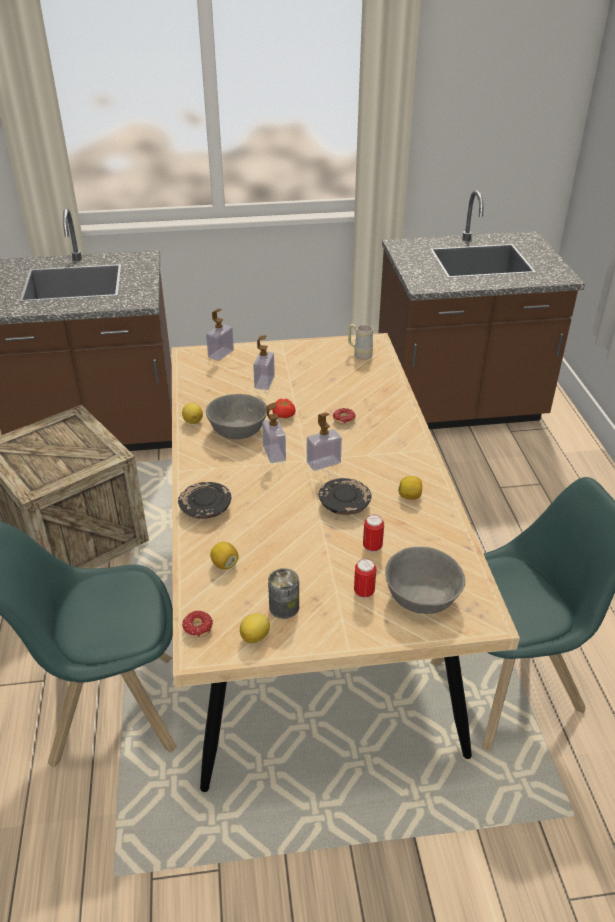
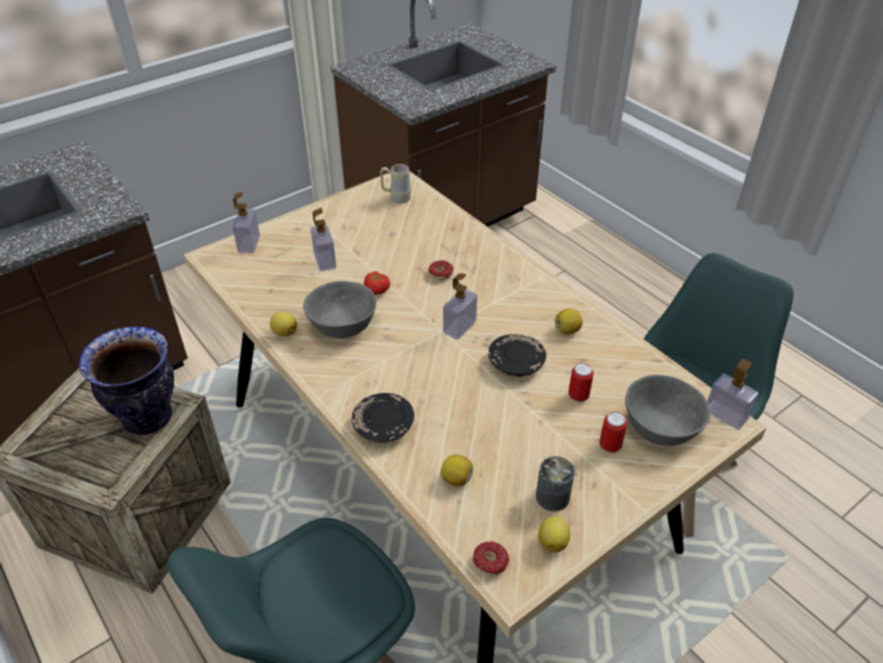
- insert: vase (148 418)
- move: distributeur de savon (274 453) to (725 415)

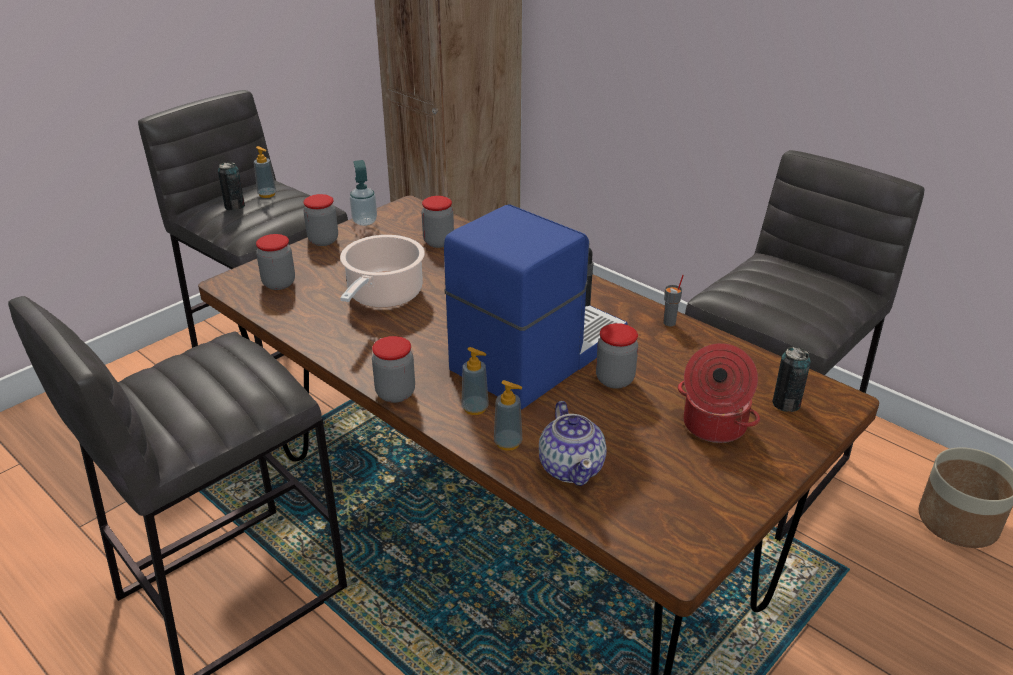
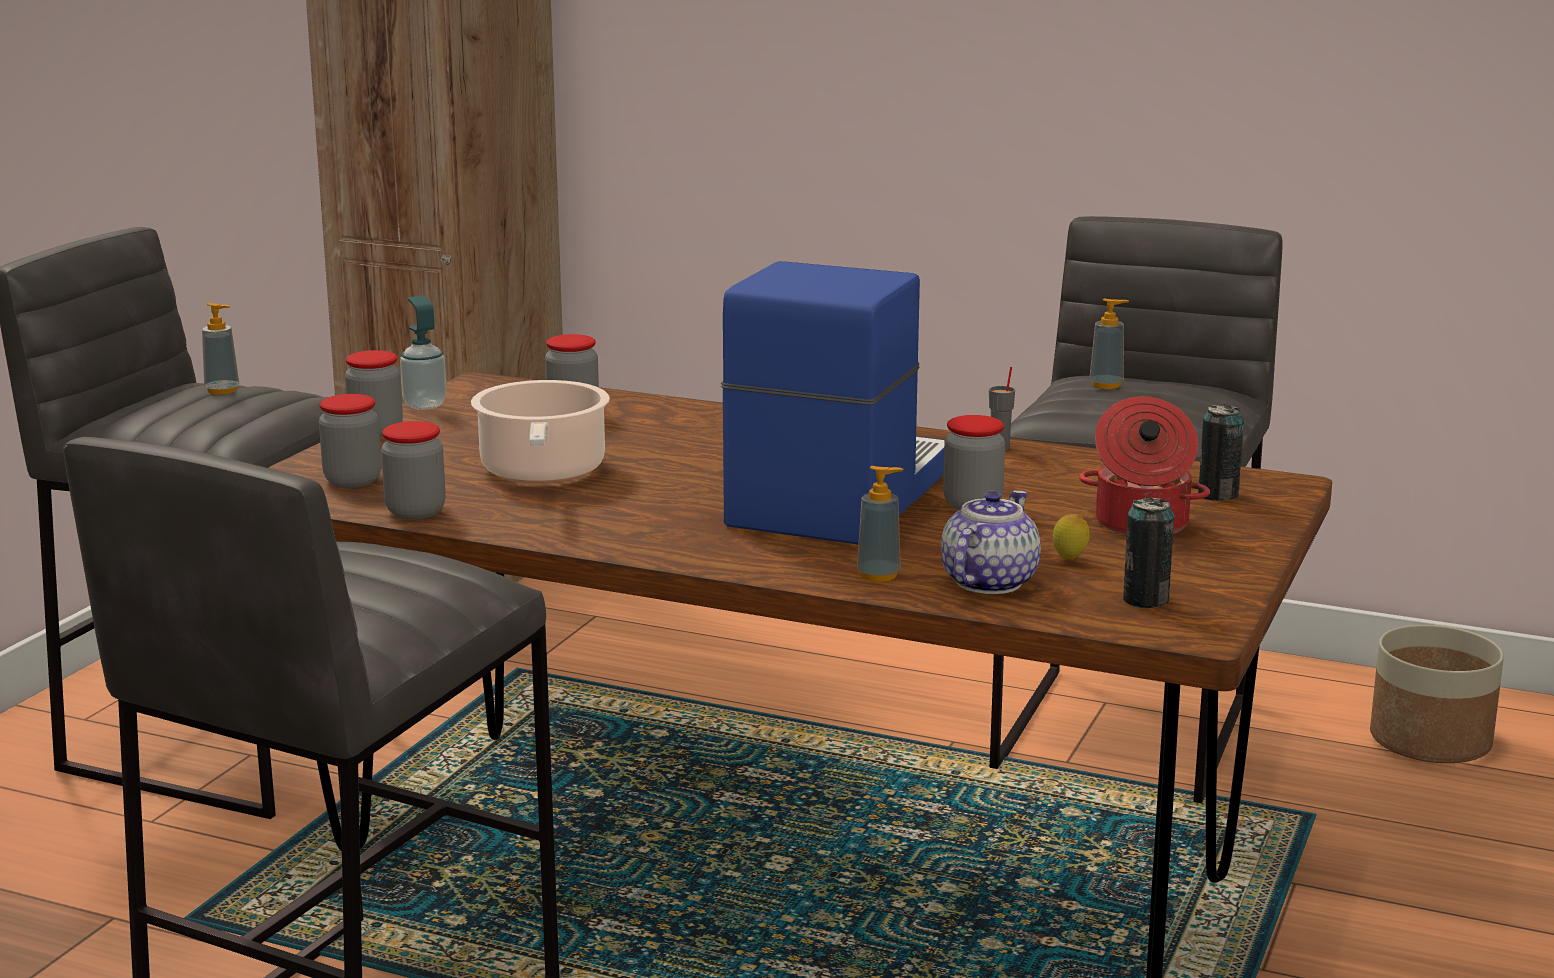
- insert: citron (1069 560)
- move: boîte métallique (235 206) to (1145 600)
- move: bocal (395 393) to (415 511)
- move: distributeur de savon (475 408) to (1106 385)
- rotate: théière (571 467) = (987 582) 120 degrees counterclockwise

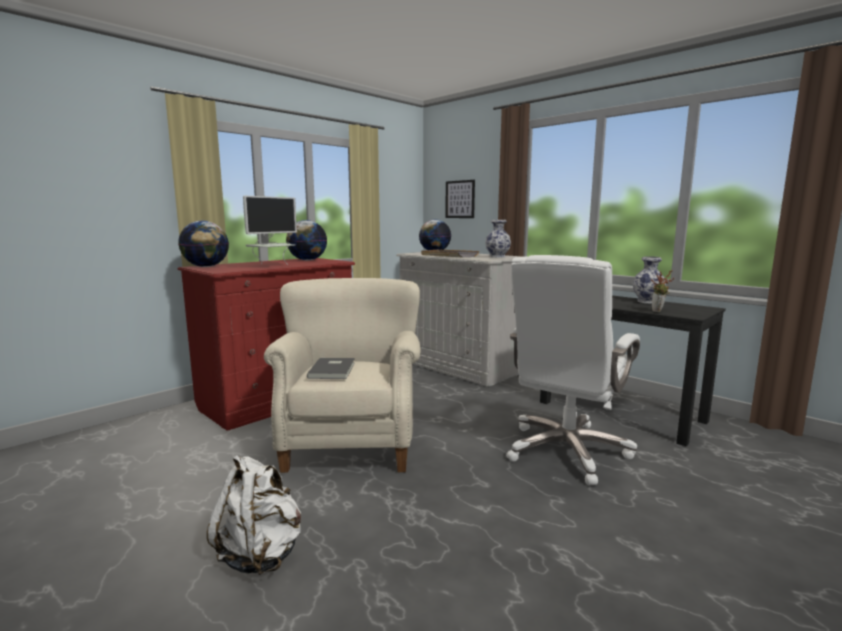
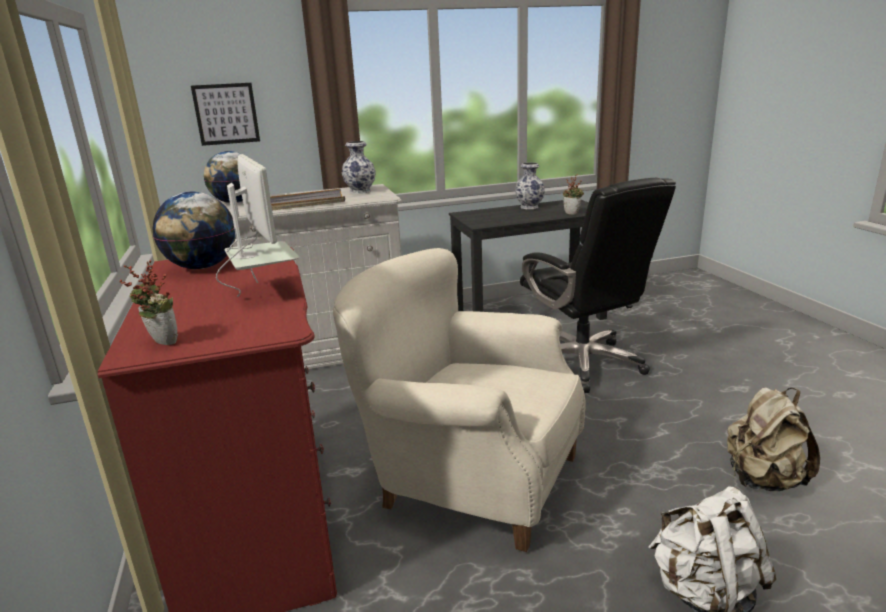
- delete: livre (gris) (333 370)
- insert: sac à dos (beige) (763 480)
- replace: globe (206 266) to plante en pot (160 343)
- recolor: chaise de bureau (blanc) (566 450) to chaise de bureau (noir) (583 363)

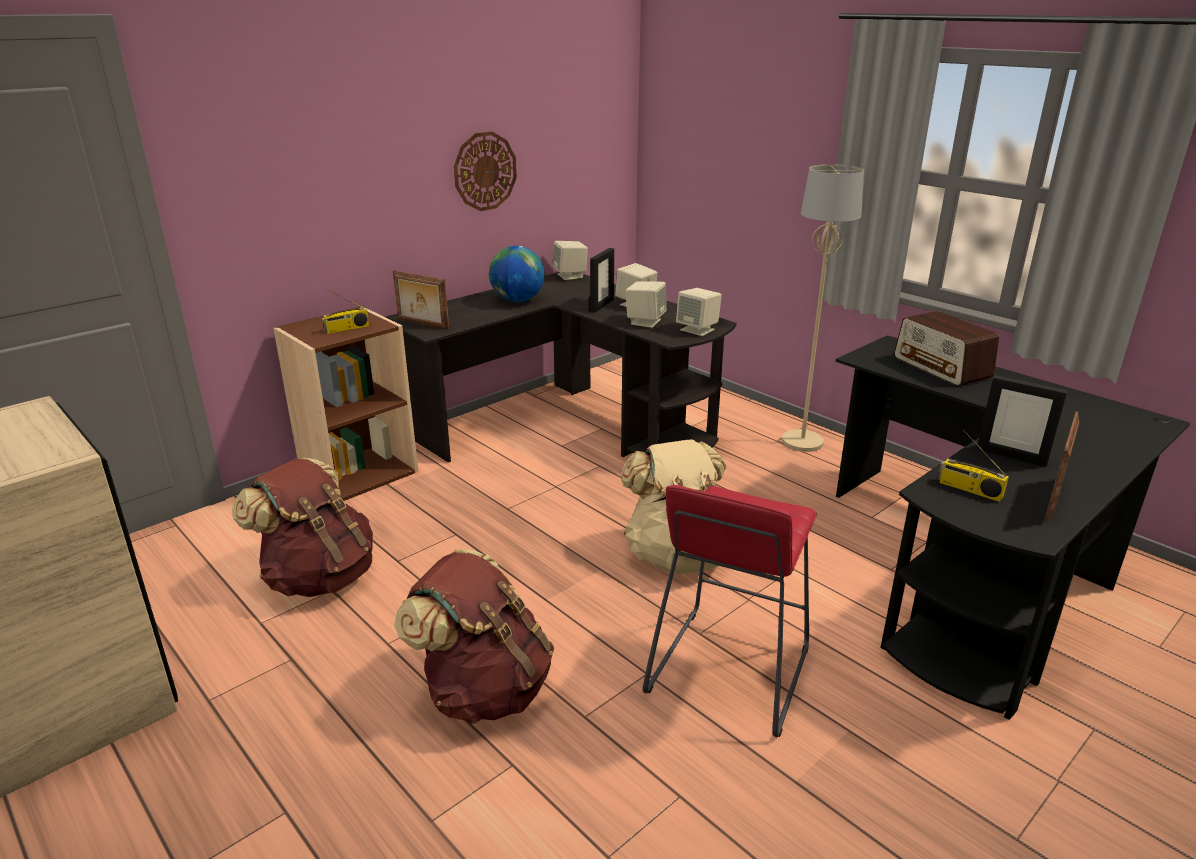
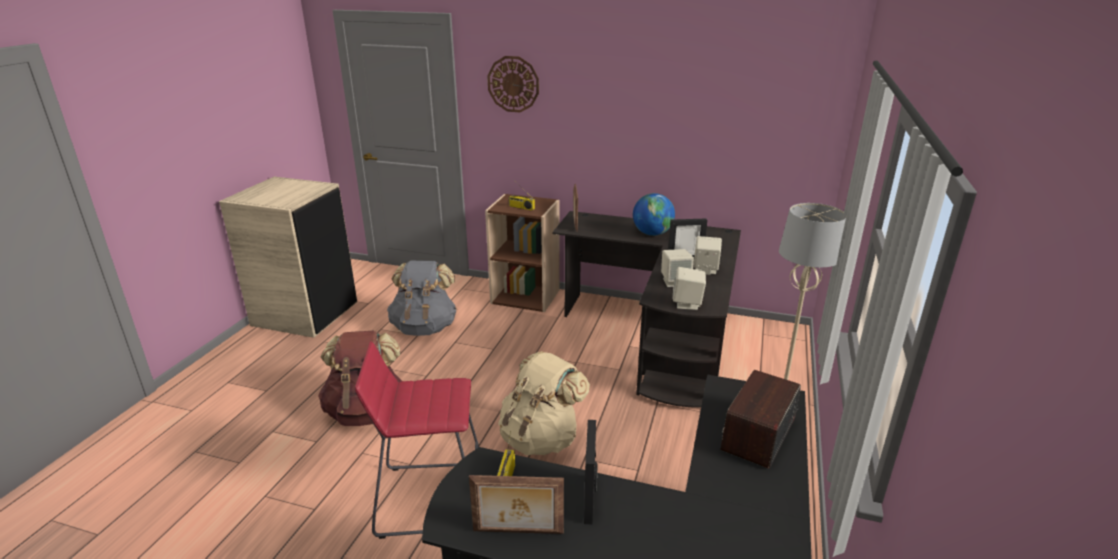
- delete: enceinte (beige) (570 276)
- move: horloge murale (485 171) to (513 84)
- recolor: sac à dos (marron) (319 577) to sac à dos (gris) (425 327)

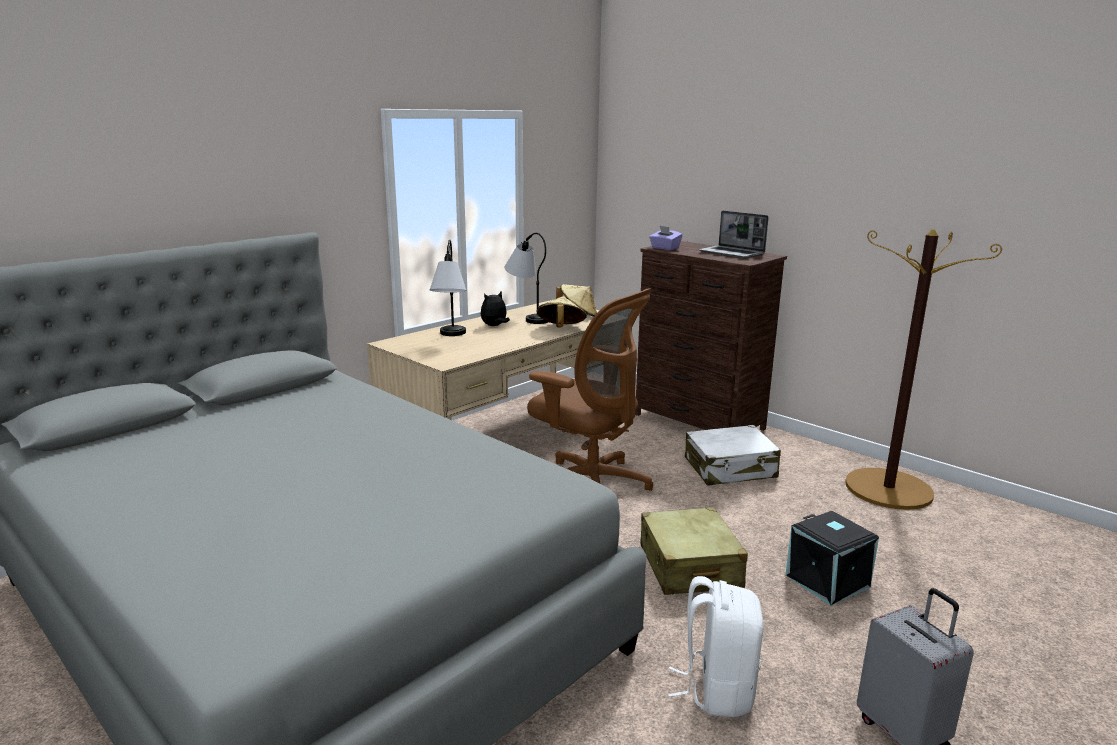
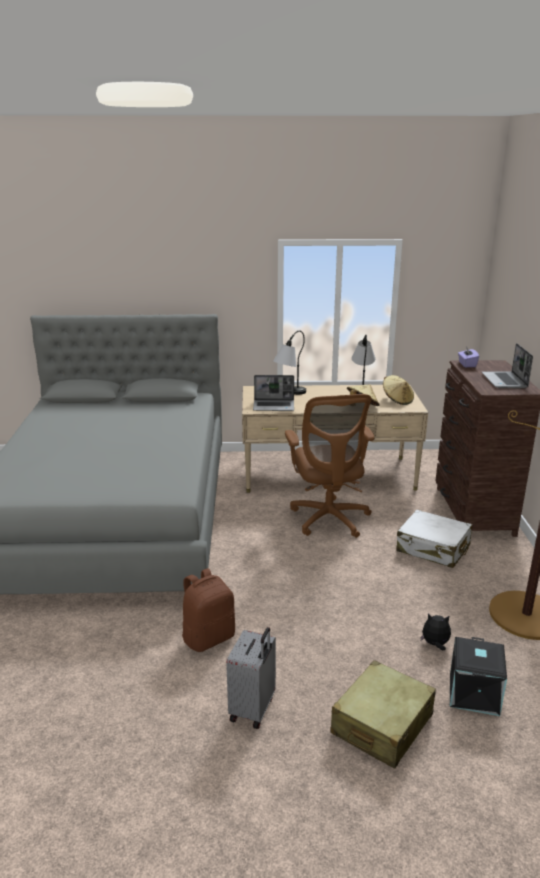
- insert: ordinateur portable (274 406)
- move: peluche (494 326) to (435 644)
- move: valise (beige) (689 567) to (381 724)
- move: boîte de rangement (noir) (828 581) to (475 694)
- recolor: sac à dos (blanc) (716 689) to sac à dos (marron) (208 637)

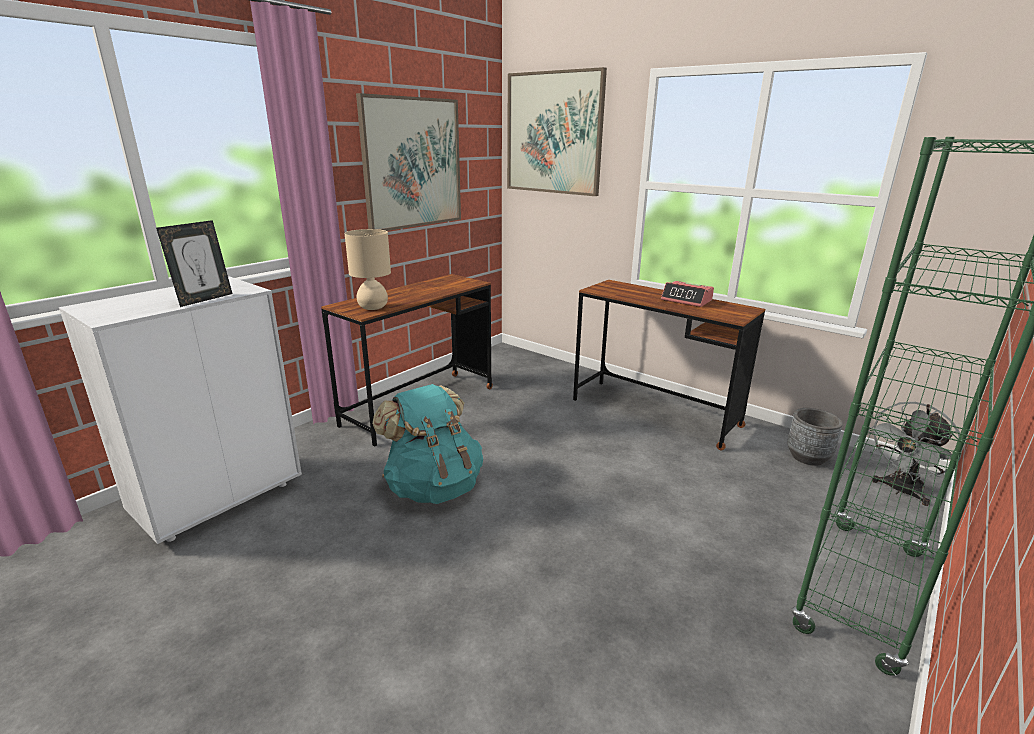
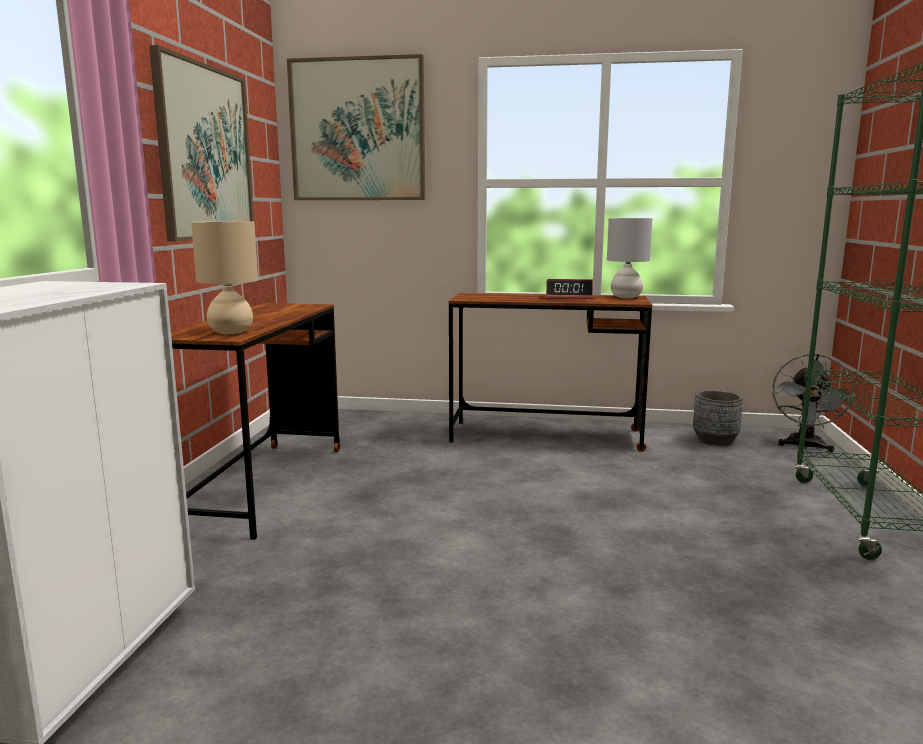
- delete: cadre photo (204 299)
- delete: sac à dos (turquoise) (433 487)
- insert: lampe de table (gris) (626 297)

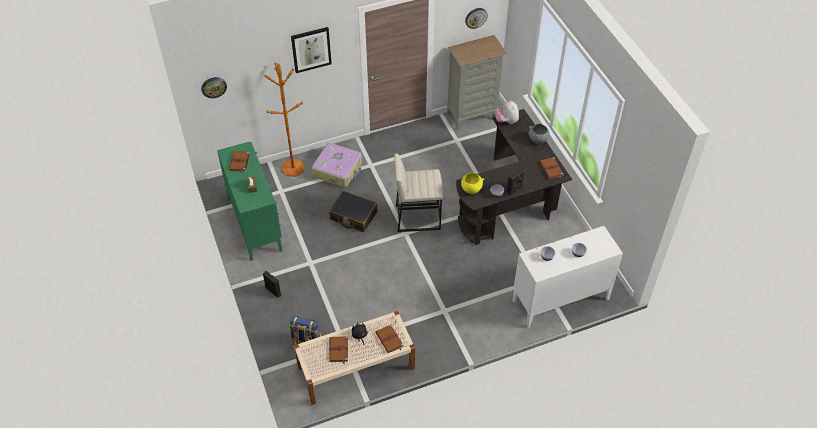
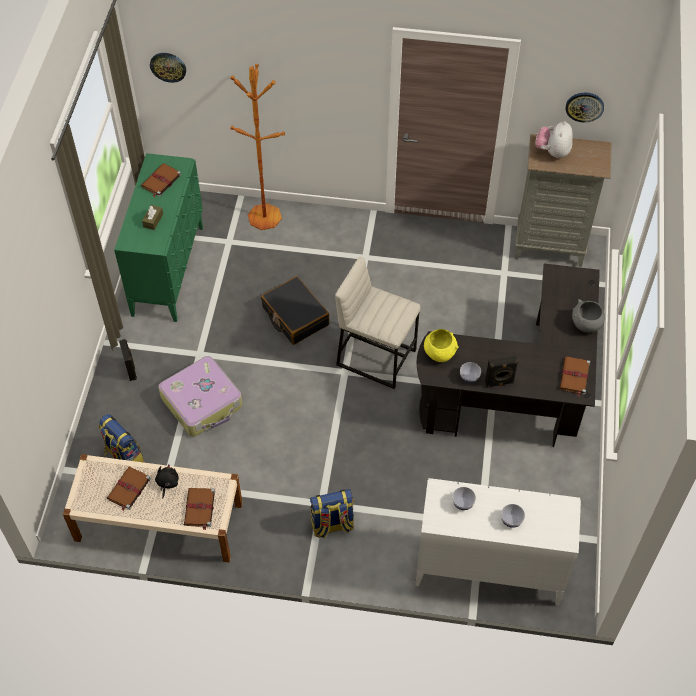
- delete: tableau (311 49)
- insert: sac à dos (332 525)
- move: valise (338 169) to (203 402)
- move: peluche (506 121) to (552 152)

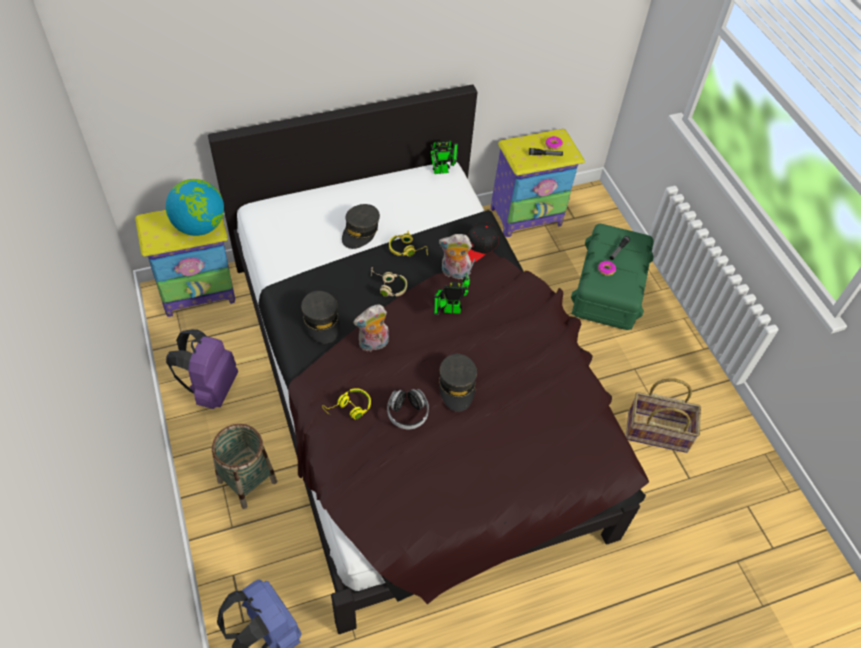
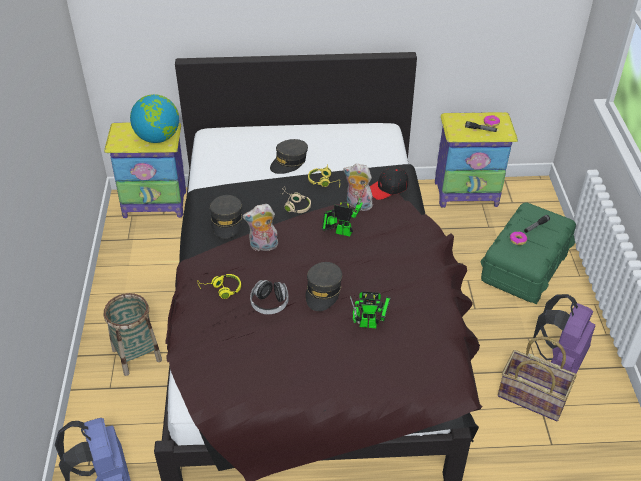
- move: sac à dos (violet) (211 388) to (560 358)
- move: robot jouet (443 170) to (371 324)

